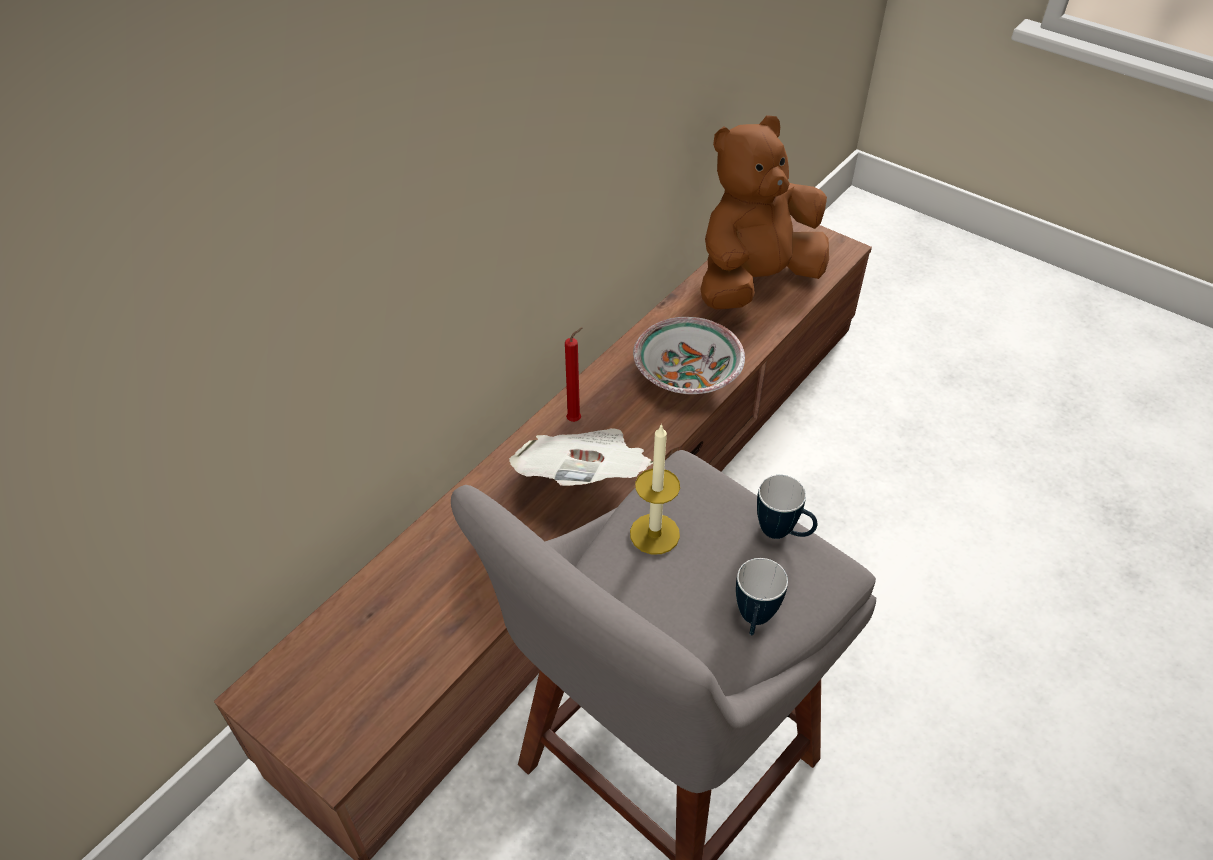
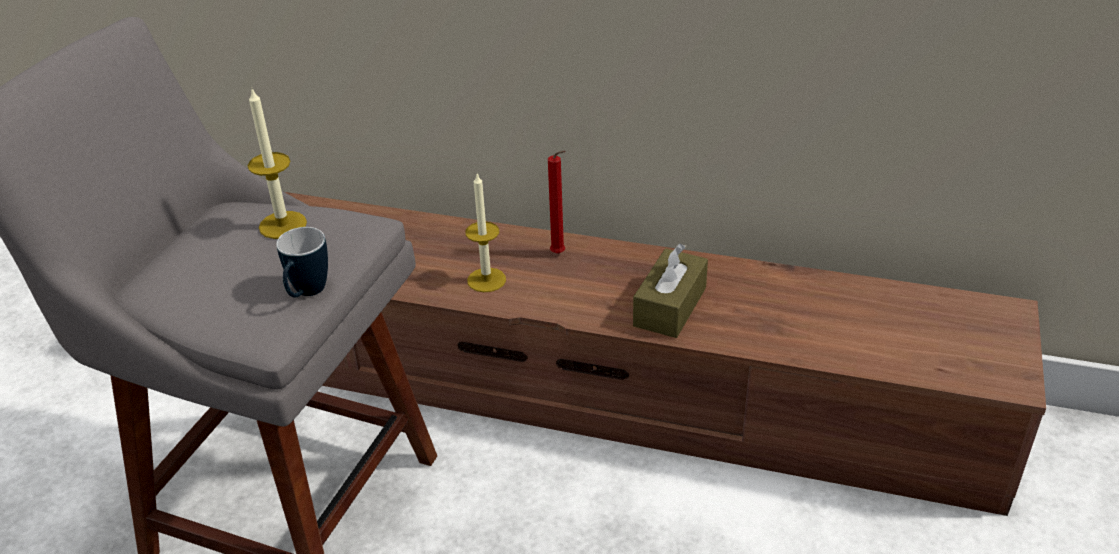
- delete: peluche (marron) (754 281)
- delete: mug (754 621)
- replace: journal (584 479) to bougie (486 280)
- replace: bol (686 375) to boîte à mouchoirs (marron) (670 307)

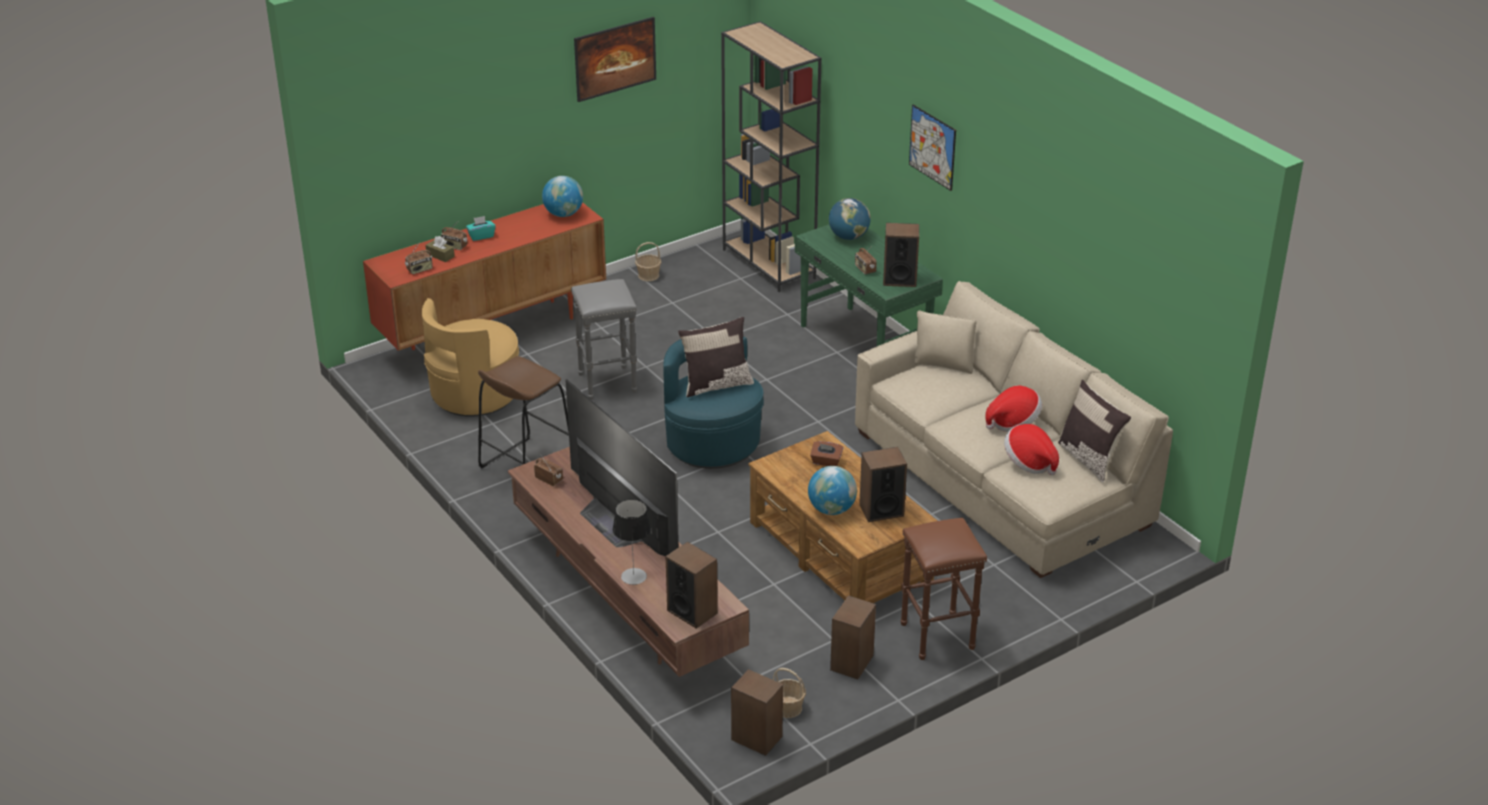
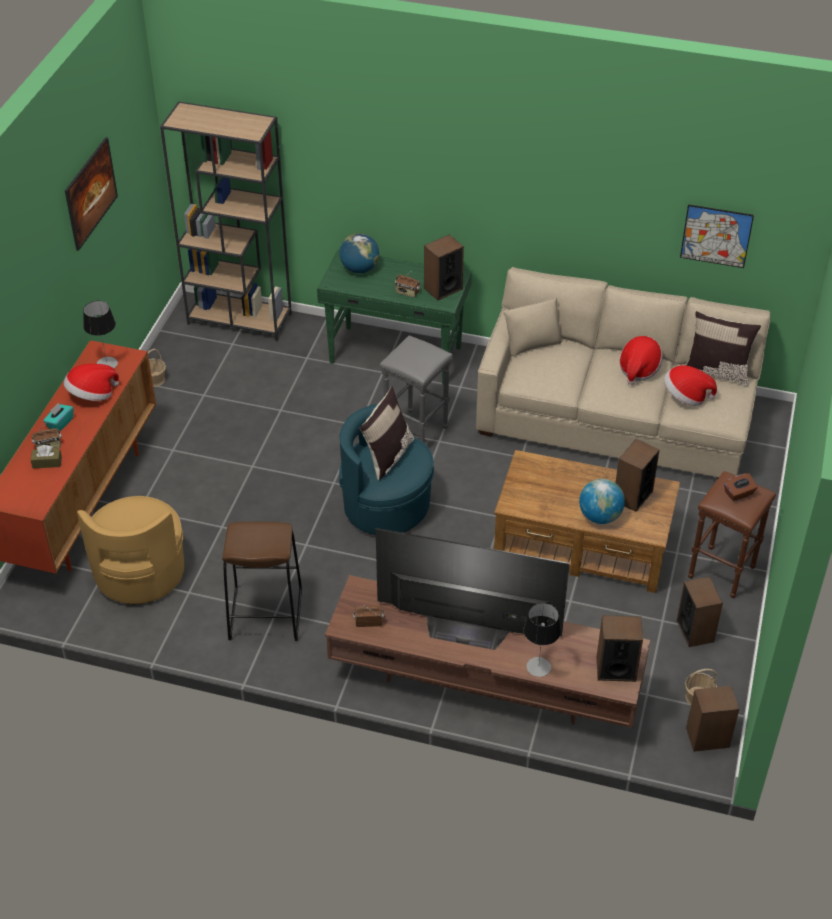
- delete: radio (419 270)
- insert: chapeau (92 395)
- move: tabouret (gris) (606 382) to (414 431)
- move: boîte à mouchoirs (marron) (826 462) to (739 494)
- move: tableau (932 147) to (716 236)
- replace: globe (563 214) to lampe de table (107 364)

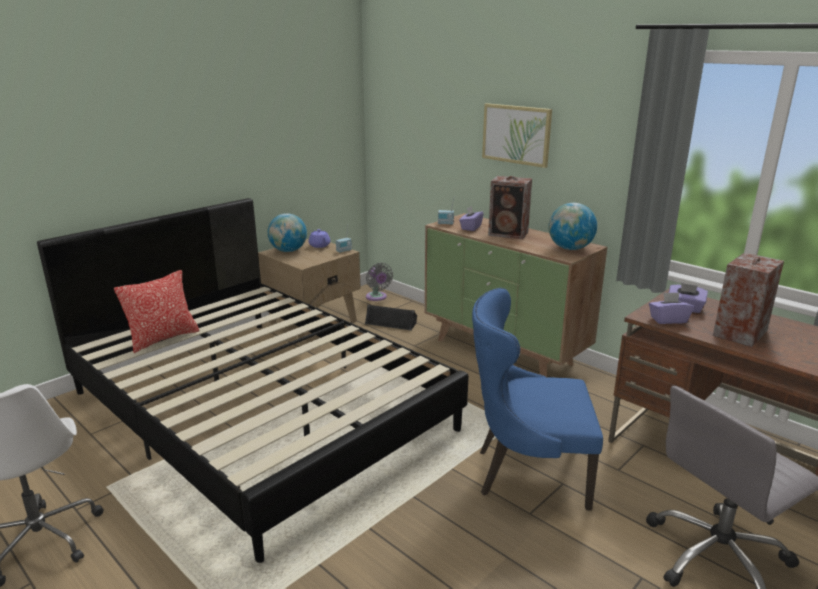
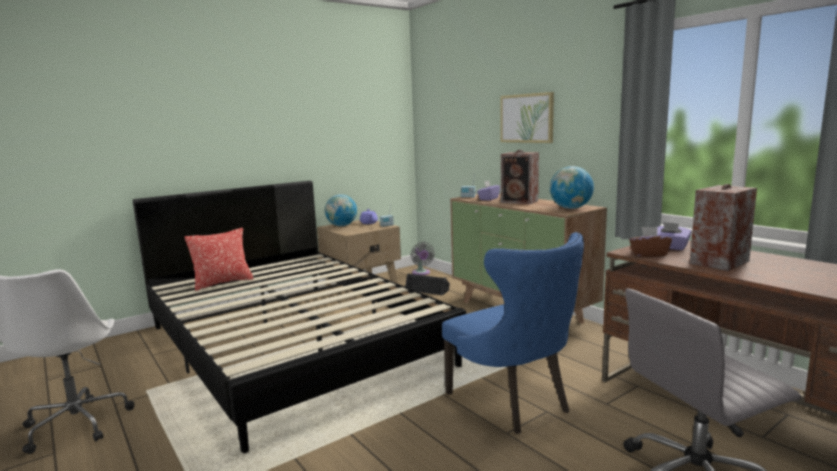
- recolor: boîte à mouchoirs (violet) (668 320) to boîte à mouchoirs (marron) (649 254)
- rotate: chaise (bleu) (526 474) = (513 402) 135 degrees counterclockwise

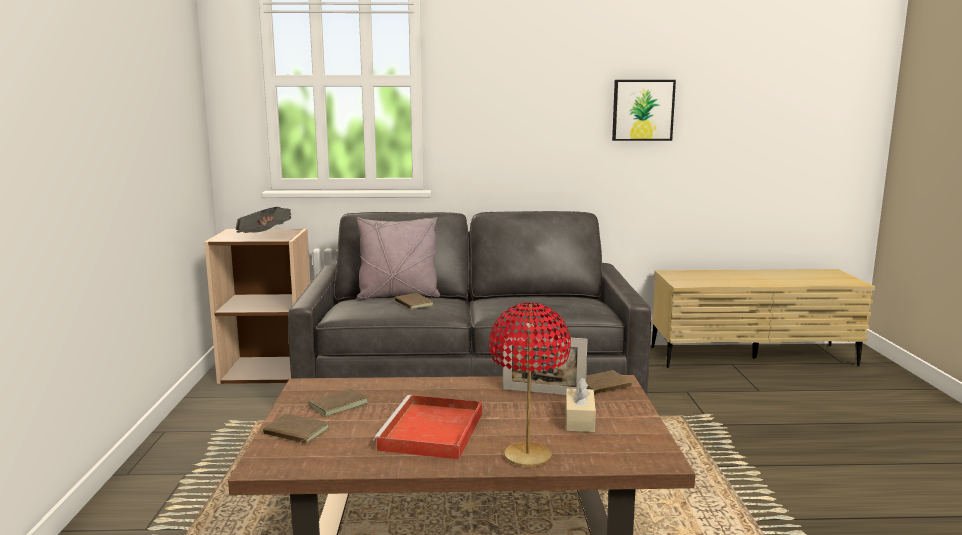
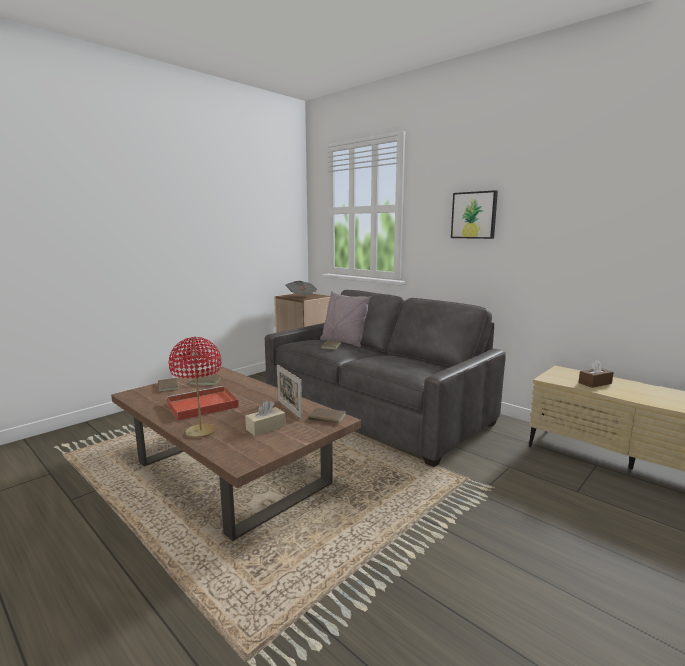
- insert: boîte à mouchoirs (marron) (595 383)
- move: tableau (642 110) to (474 215)

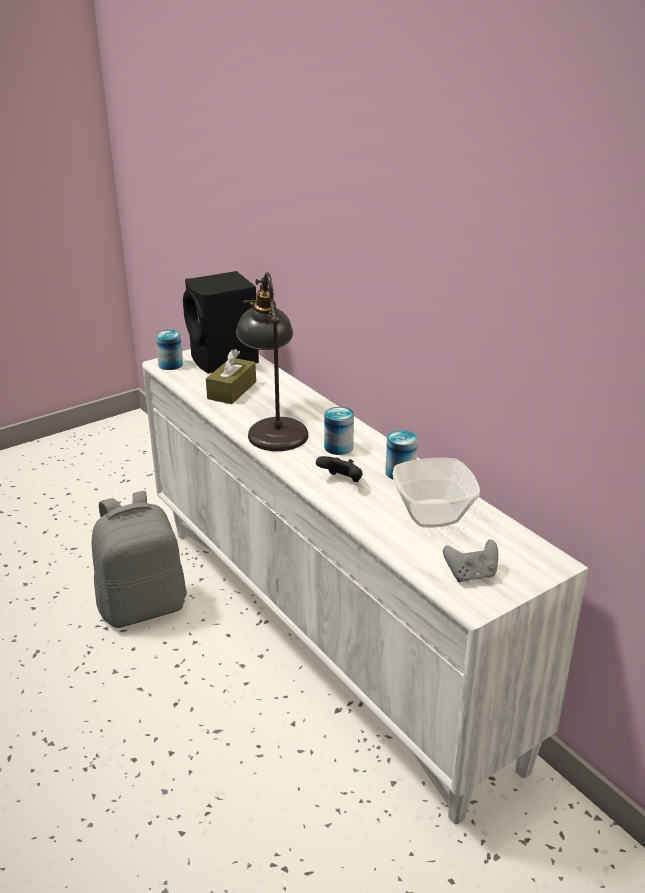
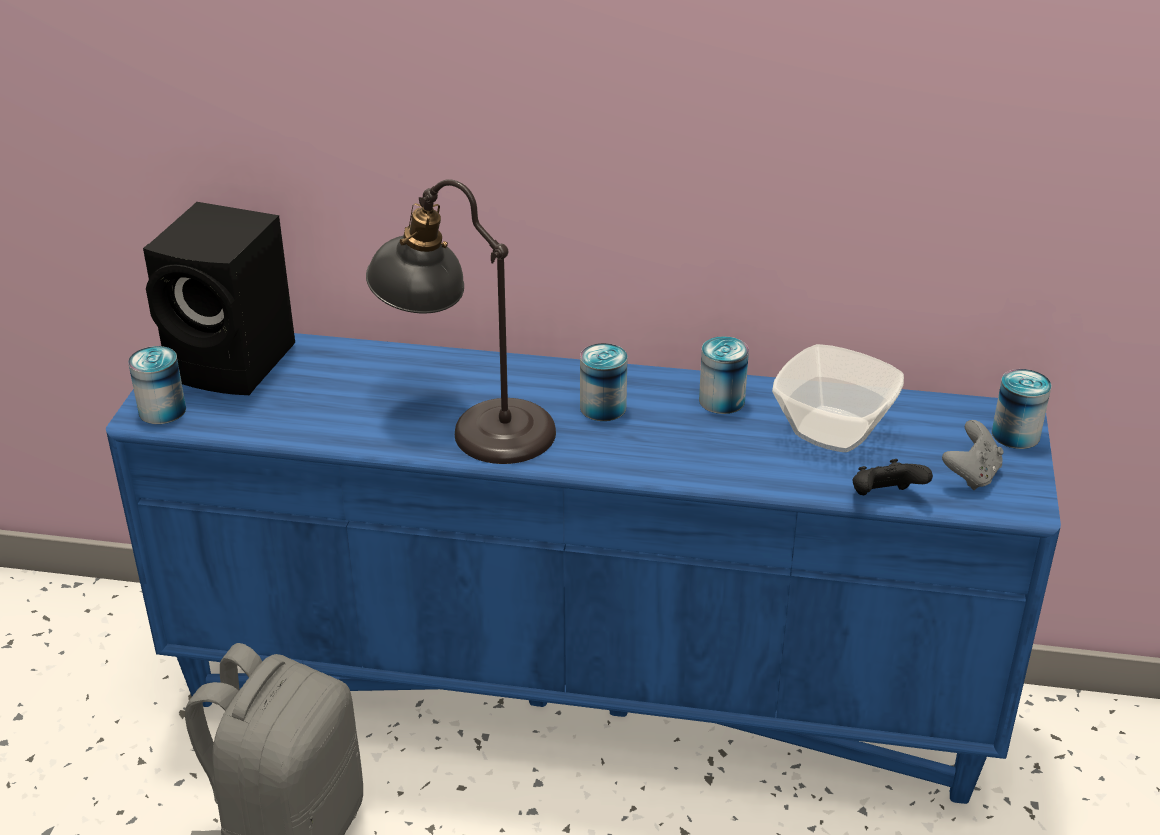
- delete: boîte à mouchoirs (marron) (232 390)
- insert: boîte métallique (1015 434)
- move: manette (noir) (341 481) to (884 498)
- recolor: commode (blanc) (321 636) to commode (bleu) (577 707)

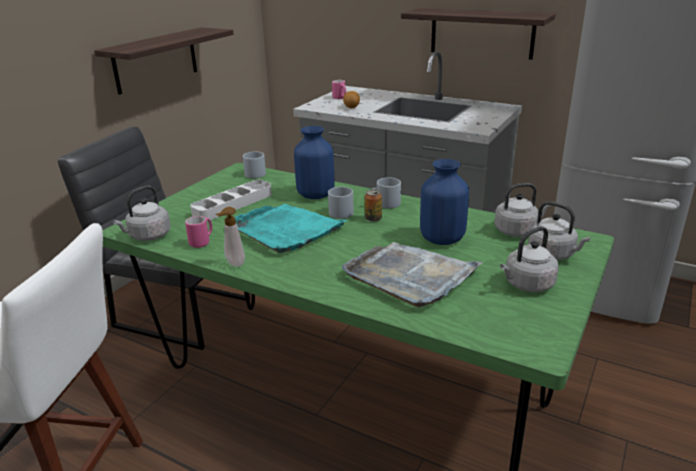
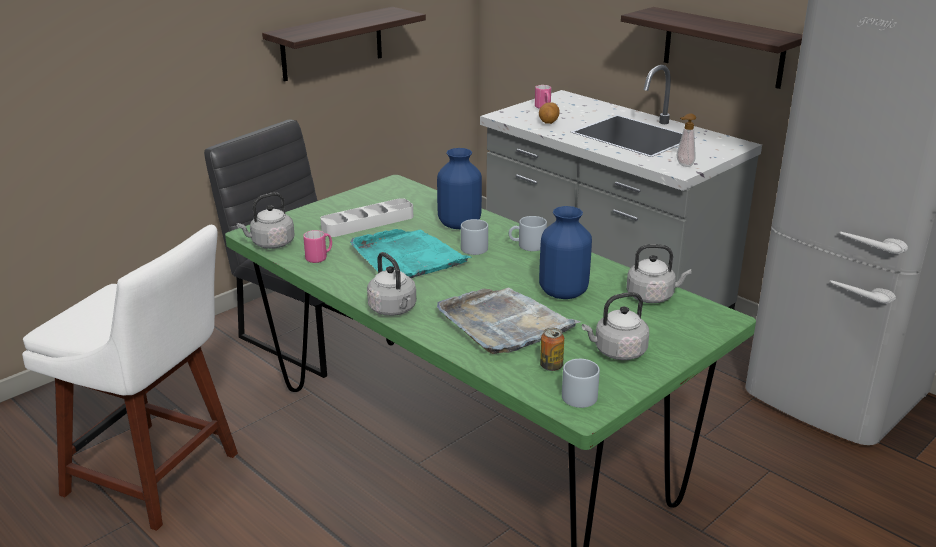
- move: distributeur de savon (233 264) to (683 165)
- move: mug (gris) (255 173) to (580 393)
- move: boîte métallique (373 219) to (551 366)
- move: bouilloire (gris) (553 254) to (394 310)

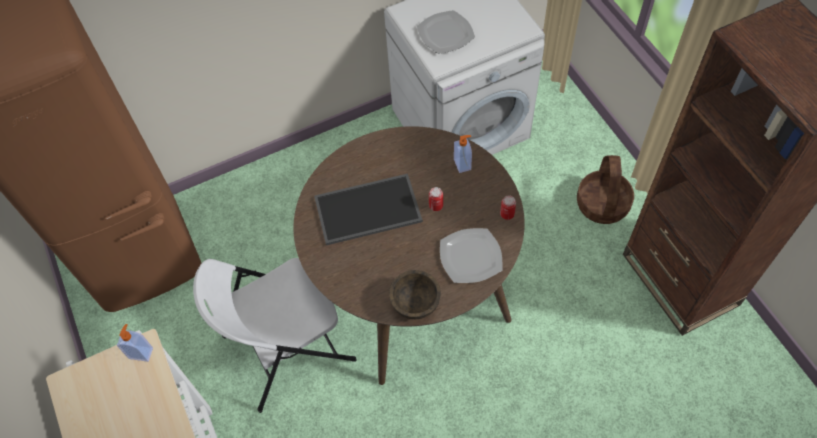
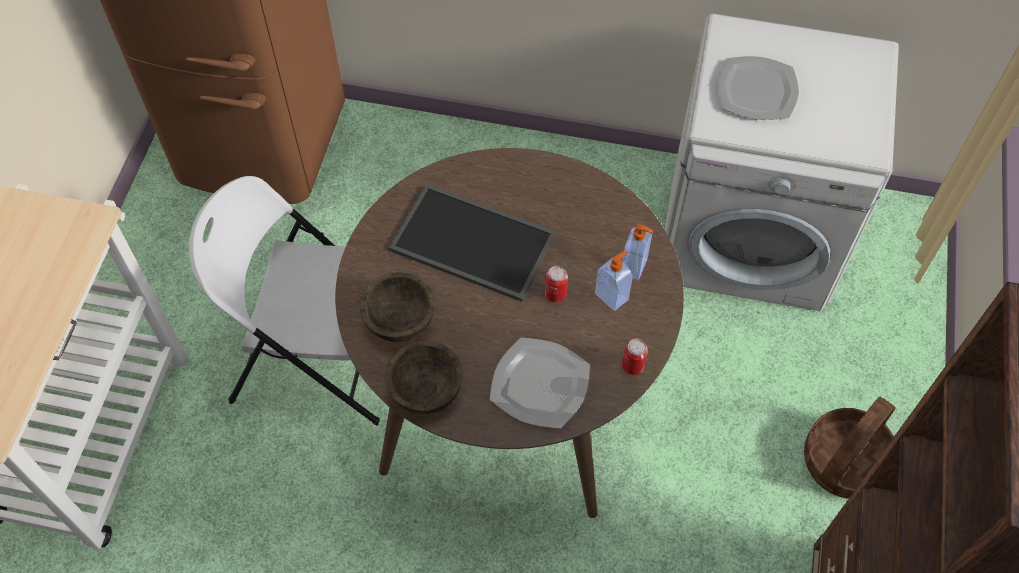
- insert: bol (marron) (400 320)
- move: distributeur de savon (141 352) to (612 296)

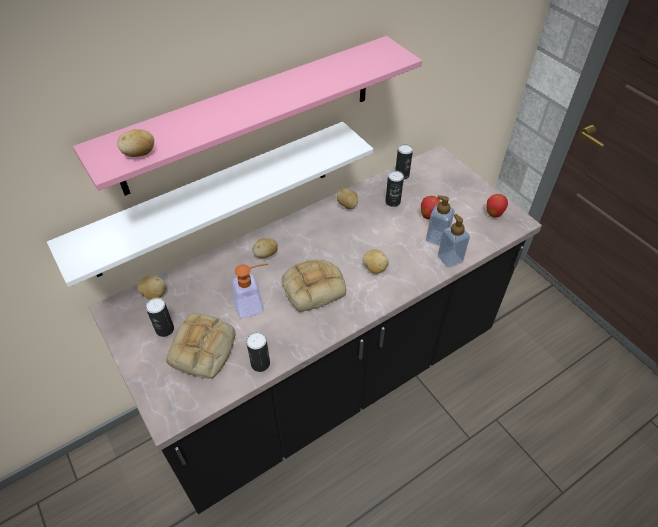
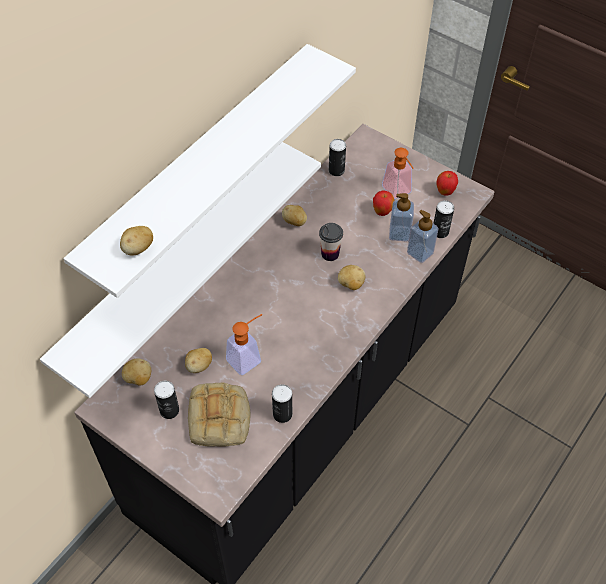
- delete: pain (314 287)
- insert: tasse (330 254)
- insert: distributeur de savon (399 193)
- move: pomme de terre (266 255) to (199 366)
- move: boîte métallique (392 202) to (440 232)
- recolor: étagère (rose) (250 115) to étagère (blanc) (200 166)

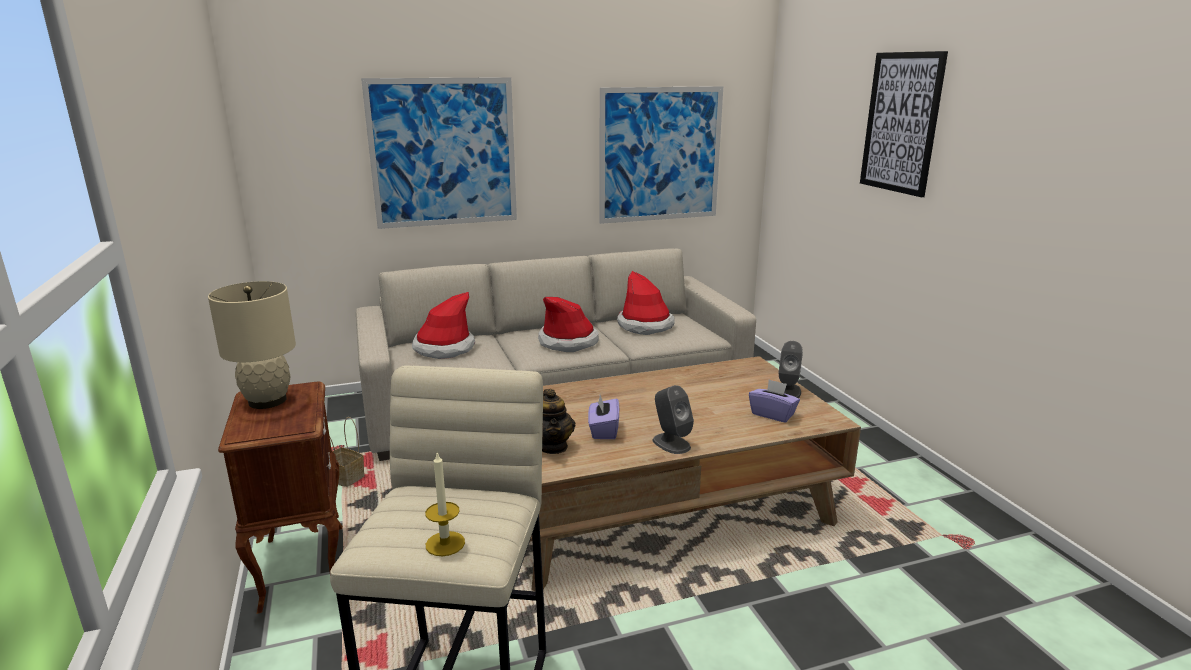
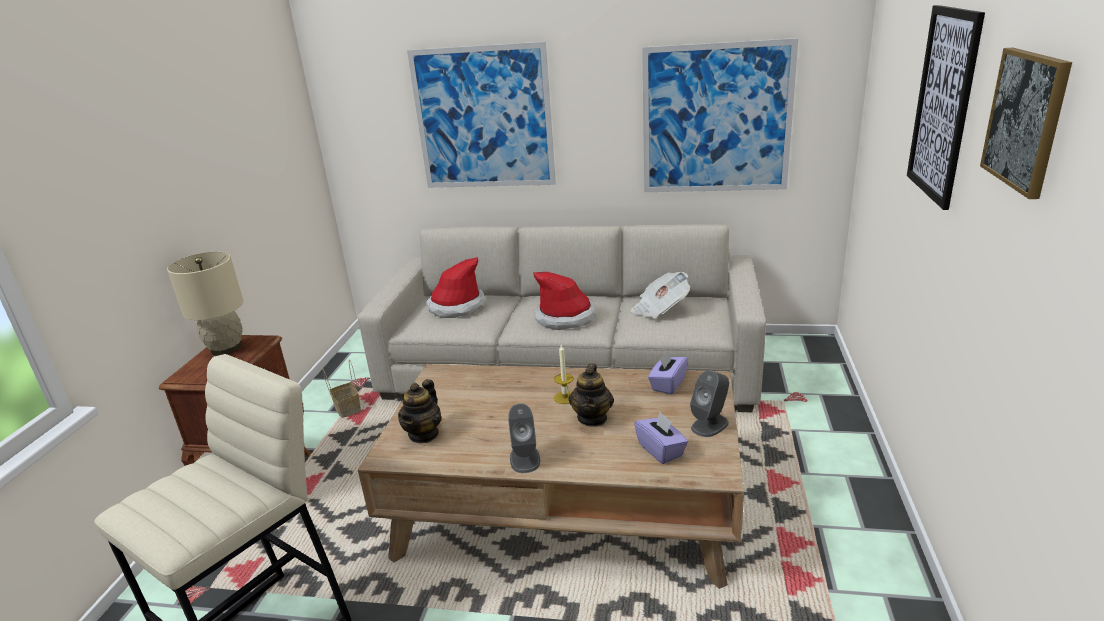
- insert: théière (592 418)
- insert: tableau (1025 120)
- move: bougie (445 543) to (565 397)
- move: boîte à mouchoirs (violet) (603 430) to (667 384)
- replace: chapeau (645 325) to journal (660 309)

